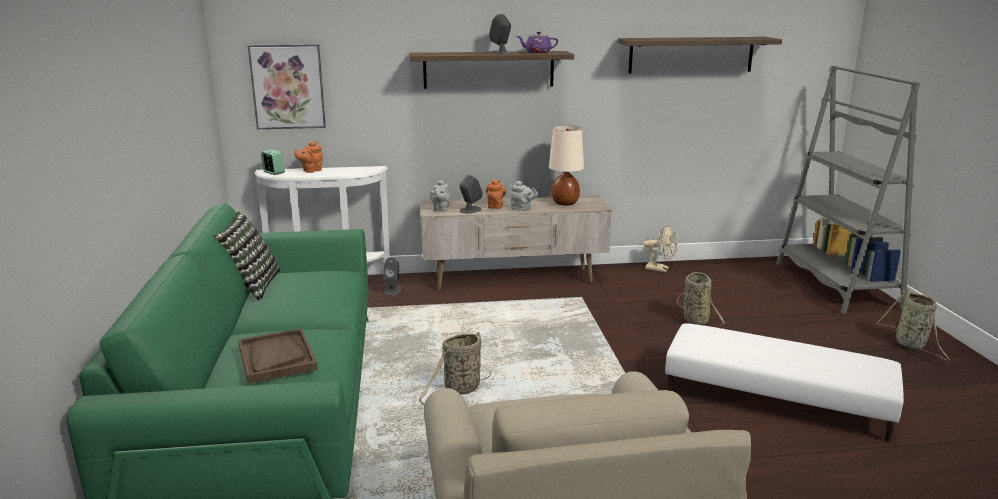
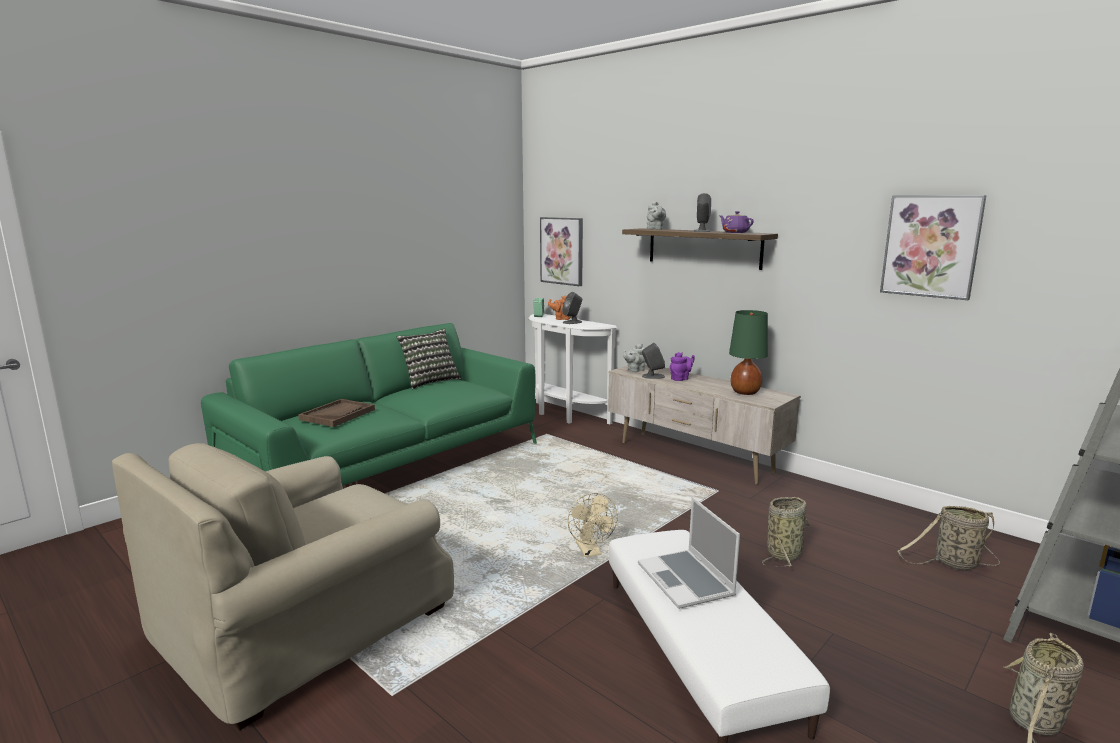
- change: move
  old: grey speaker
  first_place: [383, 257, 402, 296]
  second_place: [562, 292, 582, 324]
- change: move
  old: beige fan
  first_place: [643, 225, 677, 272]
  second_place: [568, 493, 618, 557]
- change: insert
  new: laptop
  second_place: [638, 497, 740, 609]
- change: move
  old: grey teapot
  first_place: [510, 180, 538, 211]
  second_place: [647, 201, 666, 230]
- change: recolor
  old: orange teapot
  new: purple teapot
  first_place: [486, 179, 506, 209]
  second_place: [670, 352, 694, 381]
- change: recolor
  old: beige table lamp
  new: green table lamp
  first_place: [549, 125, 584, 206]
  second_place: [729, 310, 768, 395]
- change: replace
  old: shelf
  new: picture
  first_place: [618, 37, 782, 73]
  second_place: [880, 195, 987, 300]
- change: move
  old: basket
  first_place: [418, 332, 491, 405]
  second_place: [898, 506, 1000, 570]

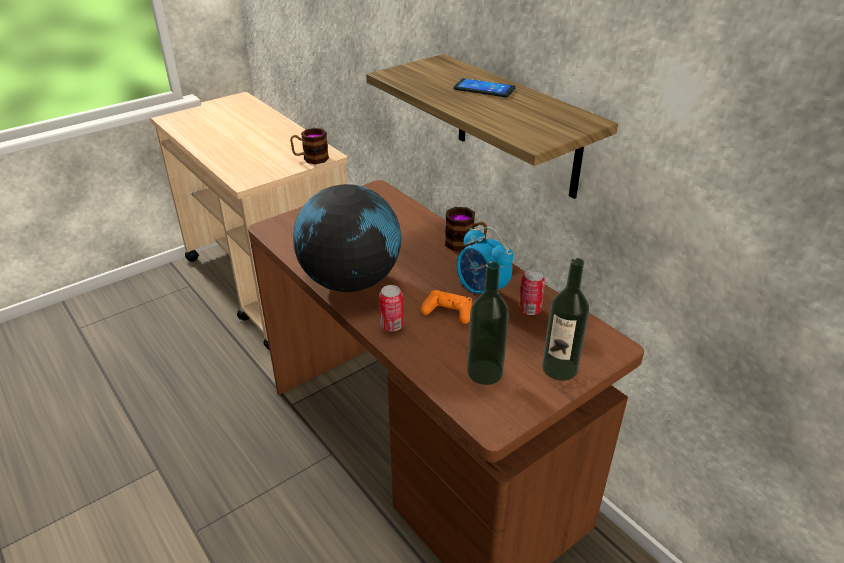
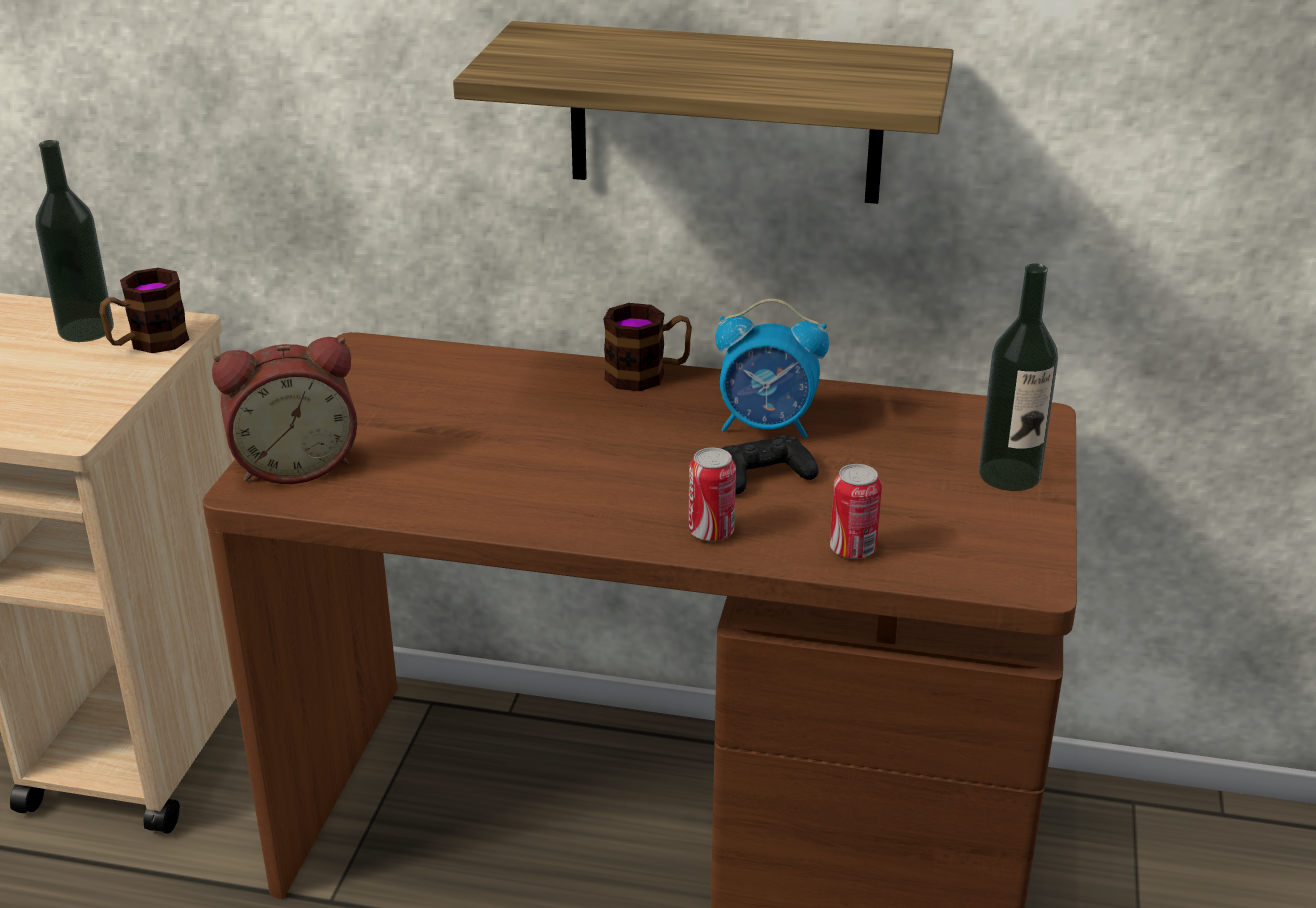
- change: move
  old: bottle
  first_place: [467, 262, 509, 385]
  second_place: [35, 140, 114, 342]
- change: insert
  new: alarm clock
  second_place: [212, 337, 357, 484]
- change: recolor
  old: orange game controller
  new: black game controller
  first_place: [421, 290, 473, 324]
  second_place: [721, 435, 819, 495]
- change: move
  old: can
  first_place: [519, 270, 545, 315]
  second_place: [830, 464, 882, 559]
- change: delete
  old: globe
  first_place: [293, 184, 401, 292]
- change: delete
  old: phone
  first_place: [453, 78, 515, 97]

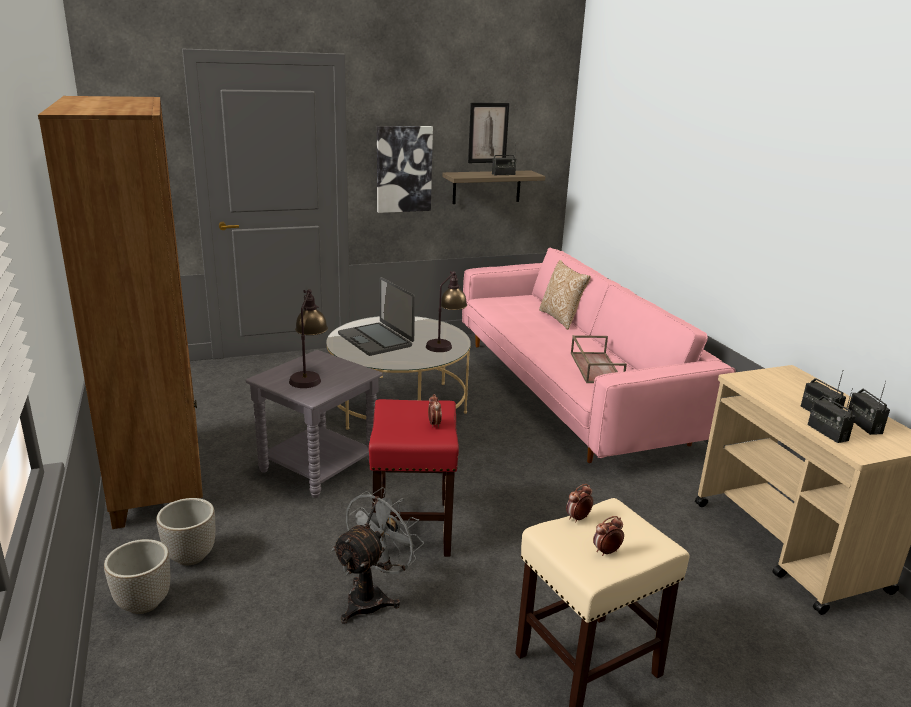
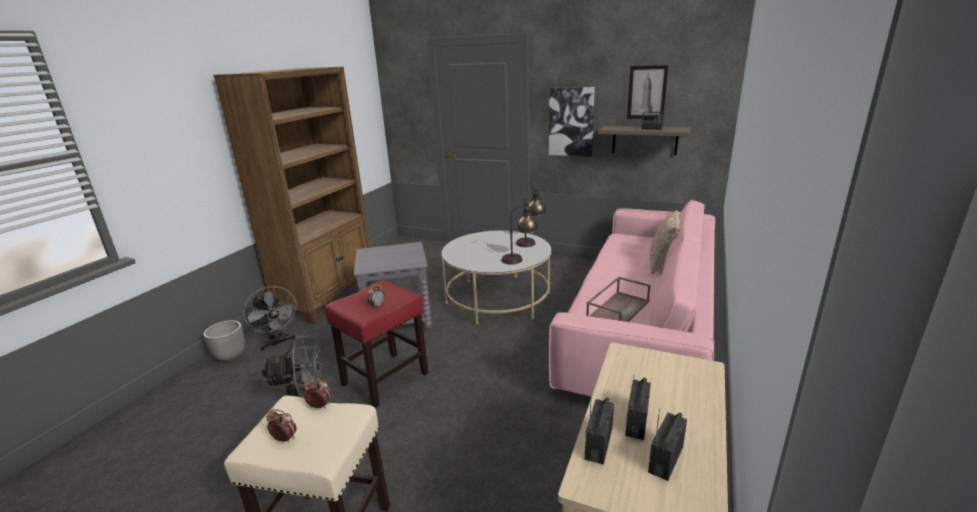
- change: replace
  old: planter
  new: grey fan
  first_place: [156, 498, 215, 565]
  second_place: [243, 286, 298, 351]
- change: move
  old: table lamp
  first_place: [289, 289, 328, 388]
  second_place: [516, 187, 547, 247]
- change: delete
  old: laptop
  first_place: [338, 277, 415, 356]

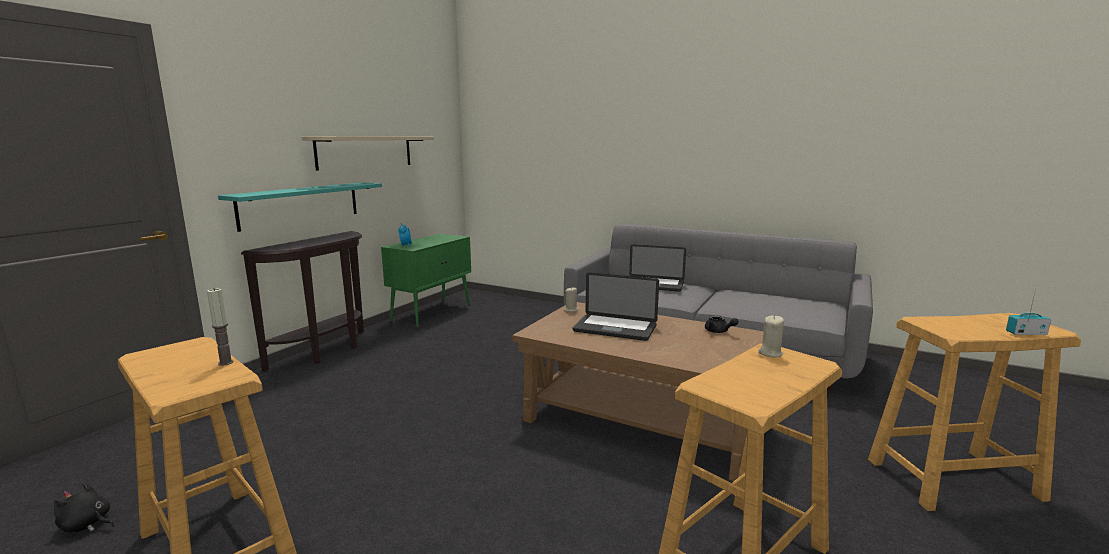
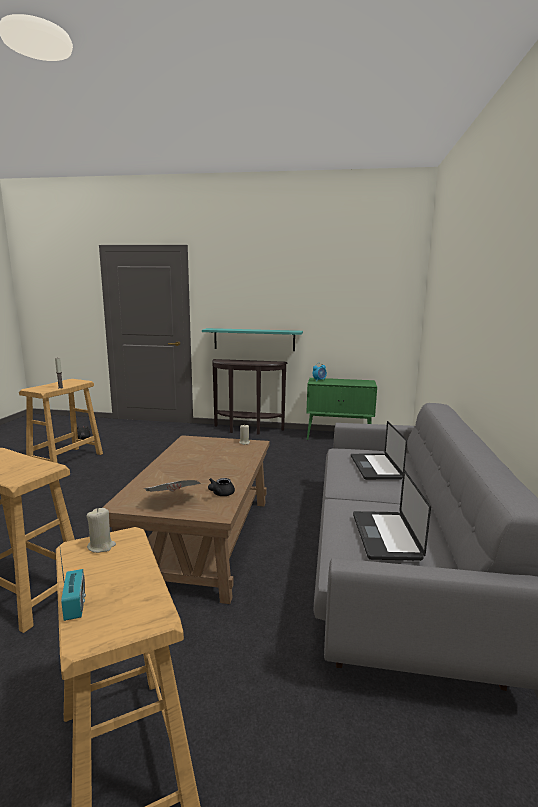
- change: move
  old: beige candle
  first_place: [758, 315, 784, 357]
  second_place: [86, 508, 116, 553]
- change: insert
  new: newspaper
  second_place: [144, 480, 201, 492]
- change: move
  old: laptop
  first_place: [573, 273, 659, 341]
  second_place: [353, 469, 431, 561]
- change: delete
  old: beige shelf
  first_place: [301, 136, 434, 171]

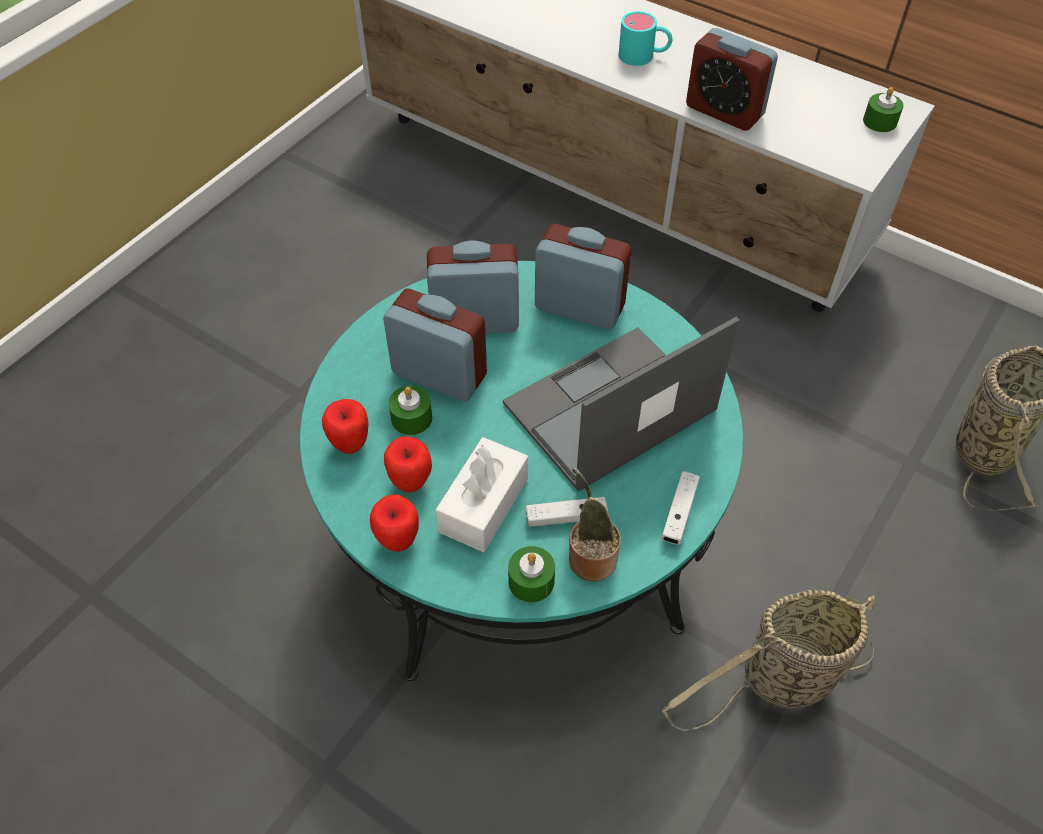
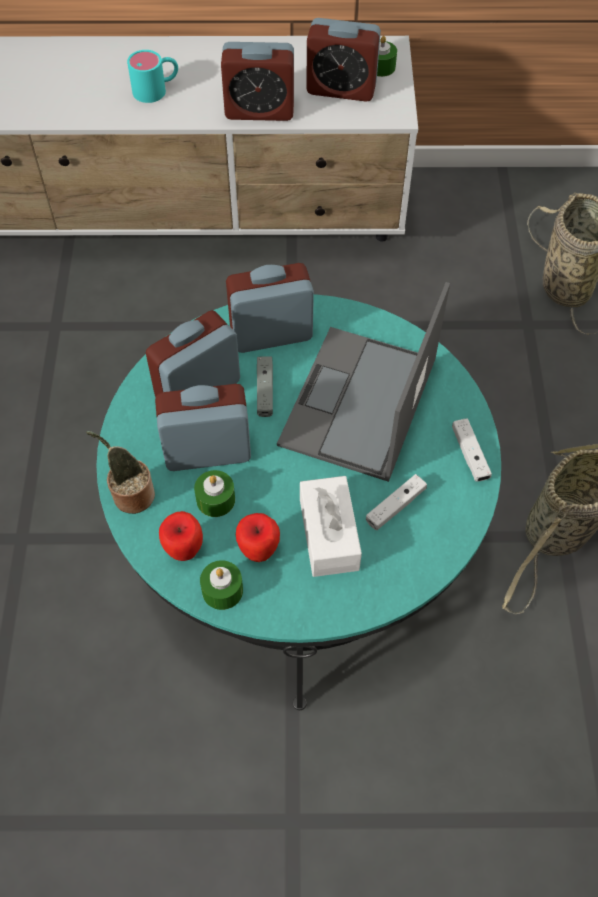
- change: move
  old: potted plant
  first_place: [569, 468, 621, 581]
  second_place: [86, 431, 155, 514]
- change: move
  old: green candle
  first_place: [508, 546, 555, 602]
  second_place: [200, 560, 243, 610]
- change: insert
  new: grey game controller
  second_place: [257, 356, 273, 417]
- change: insert
  new: alarm clock
  second_place: [306, 18, 381, 102]
- change: delete
  old: apple
  first_place: [370, 495, 419, 552]

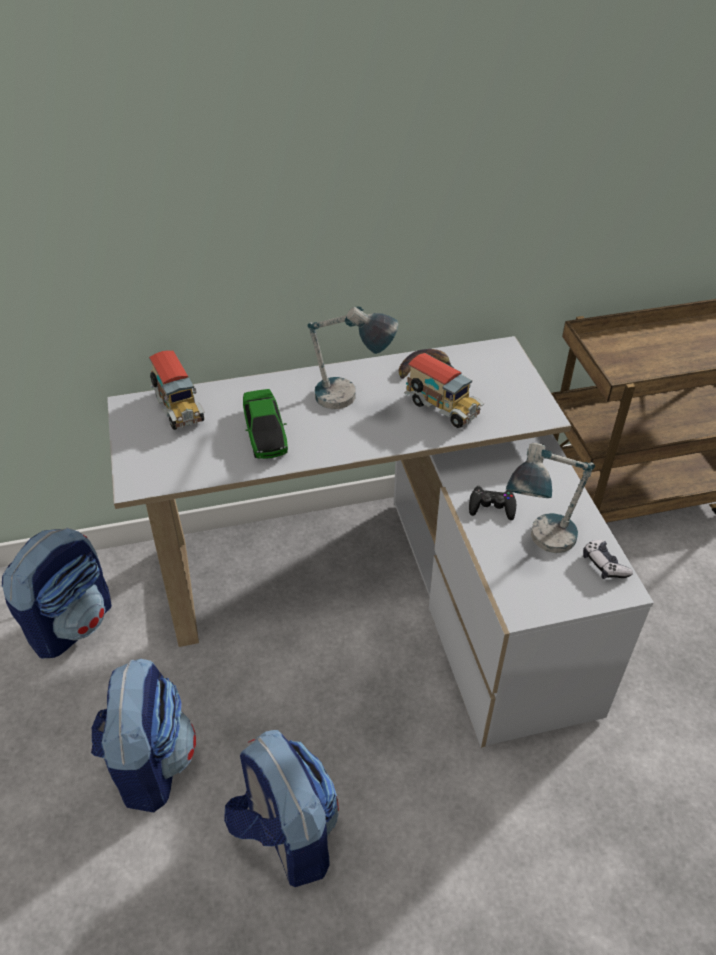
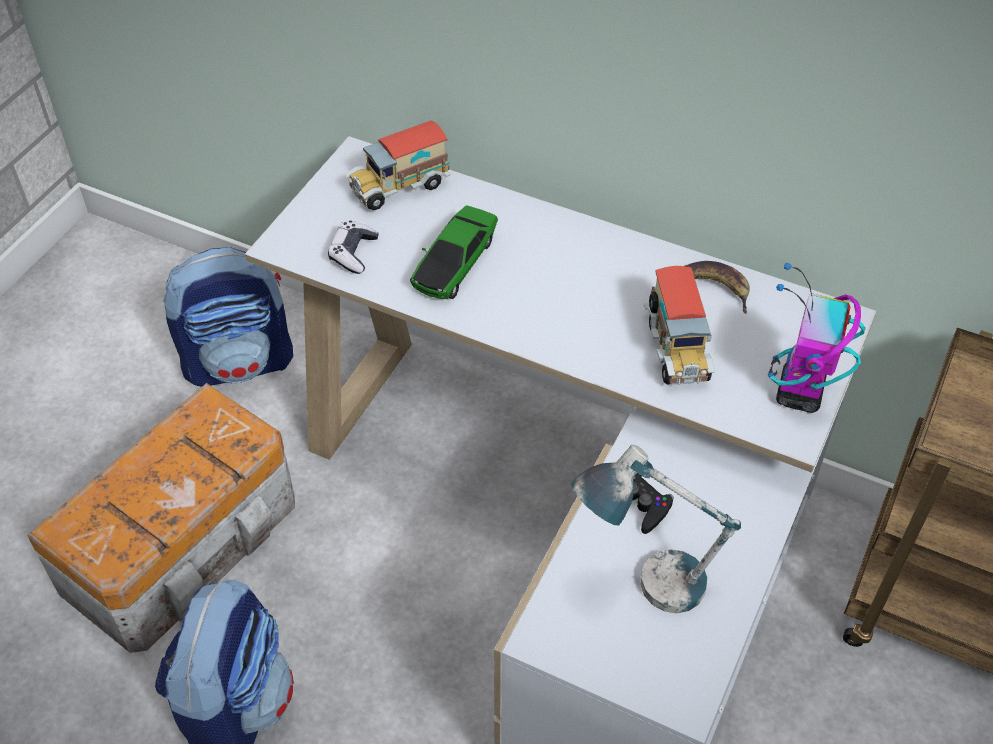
- change: replace
  old: backpack
  new: storage box
  first_place: [91, 659, 196, 812]
  second_place: [28, 383, 295, 653]
- change: move
  old: game controller
  first_place: [583, 540, 633, 579]
  second_place: [328, 221, 379, 274]
- change: rotate
  old: toy truck
  first_place: [149, 351, 204, 430]
  second_place: [345, 120, 450, 210]
  degrees: 45
- change: insert
  new: toy robot
  second_place: [768, 263, 866, 413]
- change: delete
  old: table lamp
  first_place: [307, 307, 398, 409]

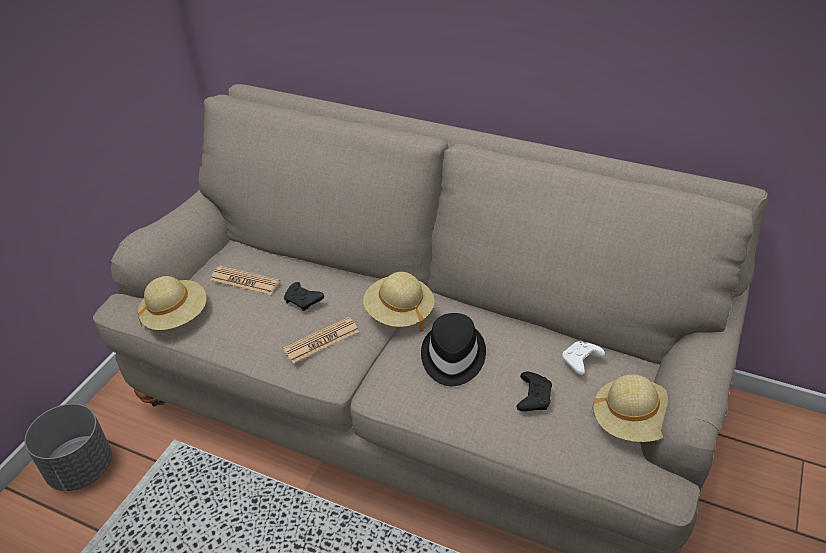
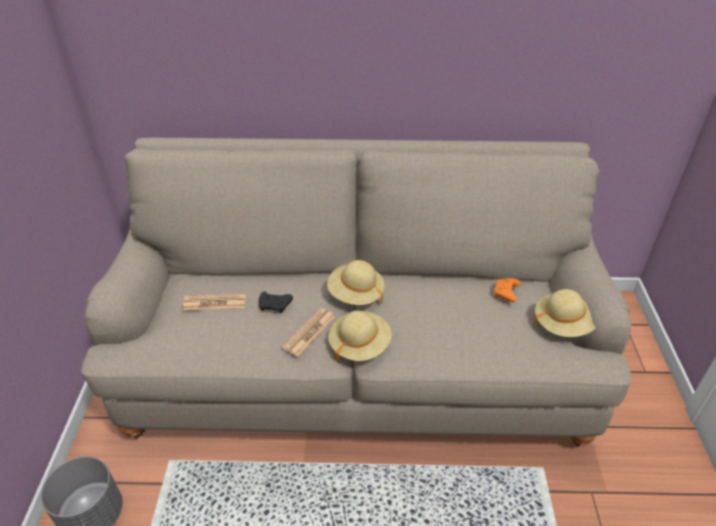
- change: move
  old: beige hat
  first_place: [138, 276, 206, 330]
  second_place: [328, 311, 392, 363]
- change: recolor
  old: white game controller
  new: orange game controller
  first_place: [562, 341, 605, 375]
  second_place: [494, 278, 521, 302]
- change: delete
  old: black hat
  first_place: [421, 313, 486, 386]
- change: delete
  old: black game controller
  first_place: [516, 372, 552, 411]

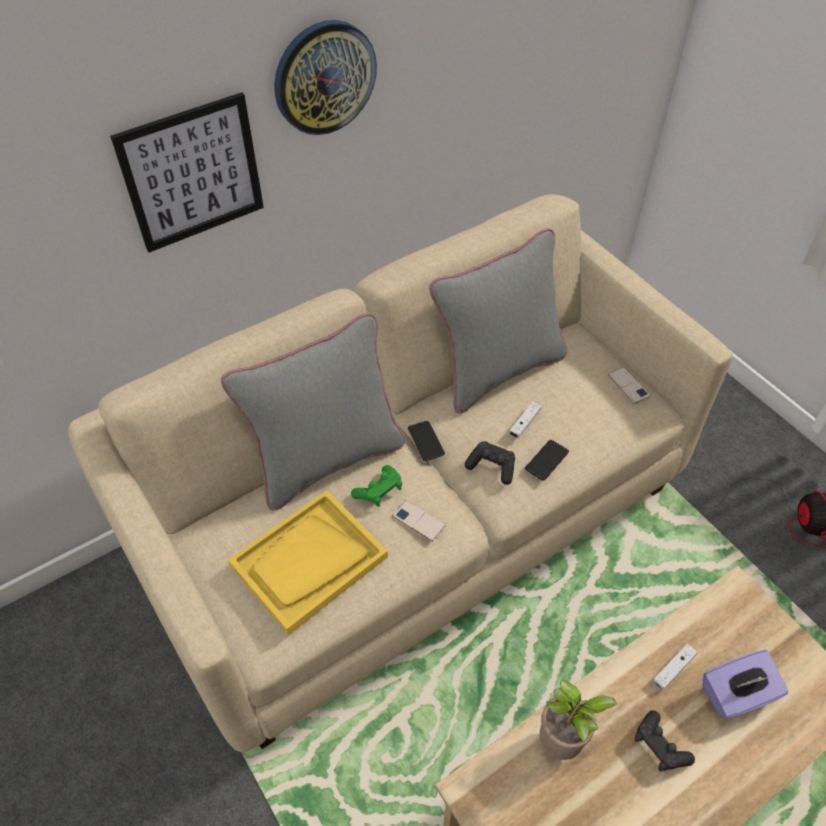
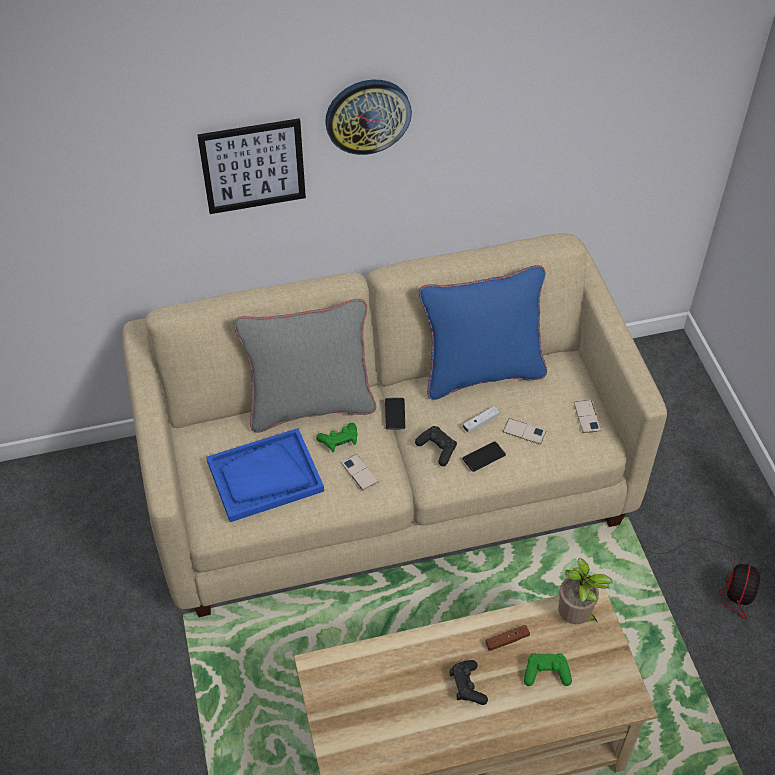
- change: recolor
  old: yellow tray
  new: blue tray
  first_place: [228, 490, 388, 635]
  second_place: [206, 428, 324, 522]
- change: recolor
  old: grey pillow
  new: blue pillow
  first_place: [429, 228, 567, 414]
  second_place: [419, 265, 547, 400]
- change: recolor
  old: white game controller
  new: brown game controller
  first_place: [652, 644, 698, 691]
  second_place: [485, 625, 530, 651]
- change: insert
  new: phone
  second_place: [503, 418, 546, 444]
- change: replace
  old: purple tissue box
  new: green game controller
  first_place: [703, 649, 788, 720]
  second_place: [524, 653, 572, 686]
- change: move
  old: potted plant
  first_place: [539, 679, 617, 760]
  second_place: [558, 558, 613, 624]

